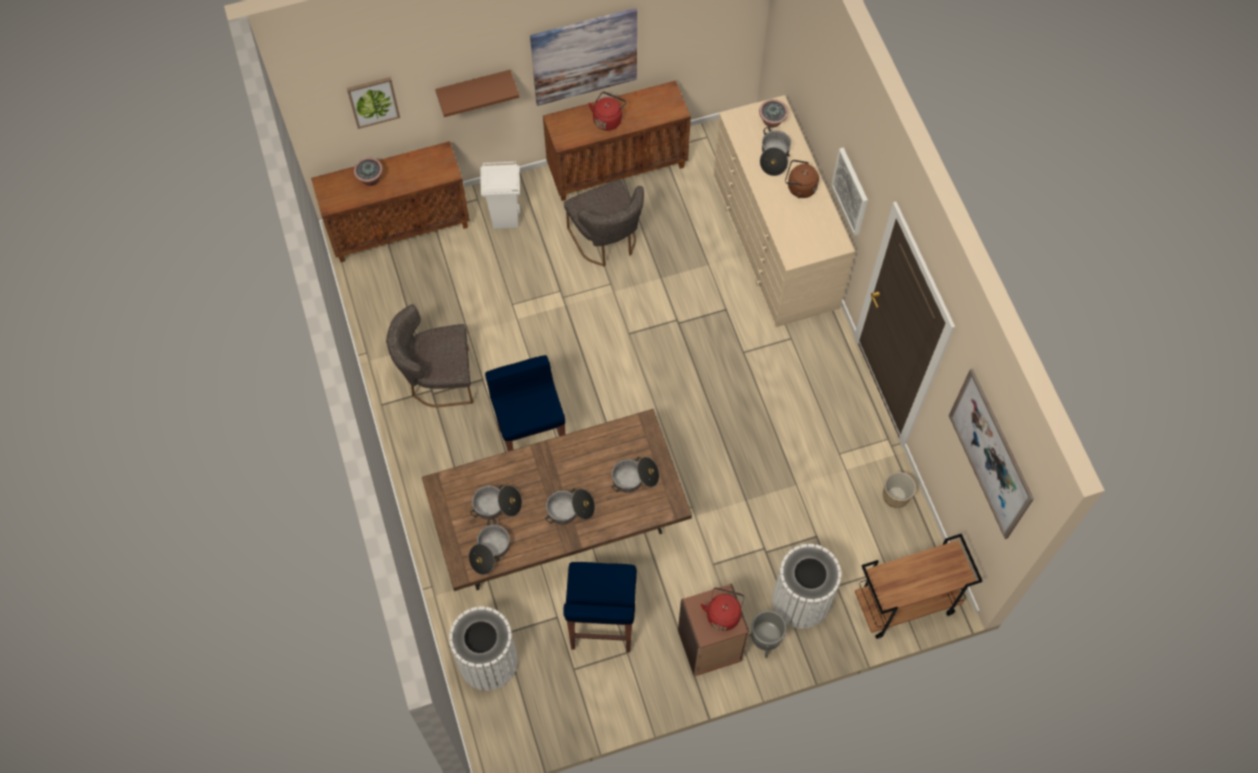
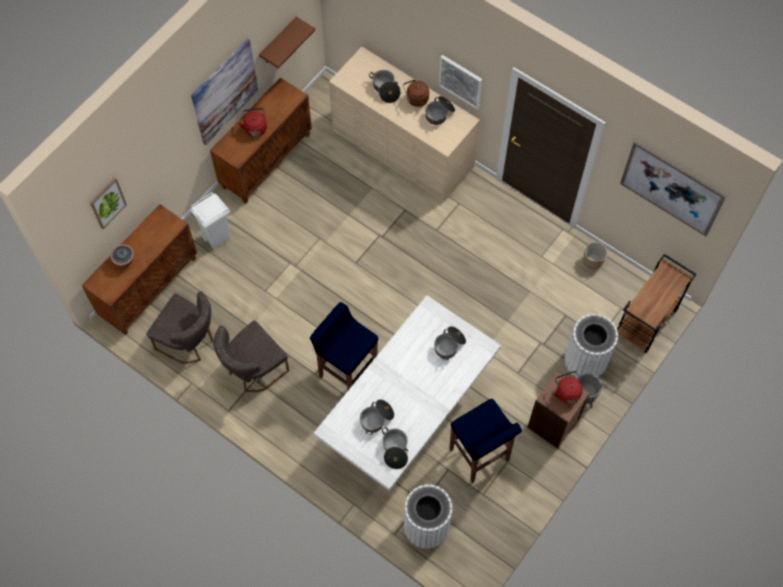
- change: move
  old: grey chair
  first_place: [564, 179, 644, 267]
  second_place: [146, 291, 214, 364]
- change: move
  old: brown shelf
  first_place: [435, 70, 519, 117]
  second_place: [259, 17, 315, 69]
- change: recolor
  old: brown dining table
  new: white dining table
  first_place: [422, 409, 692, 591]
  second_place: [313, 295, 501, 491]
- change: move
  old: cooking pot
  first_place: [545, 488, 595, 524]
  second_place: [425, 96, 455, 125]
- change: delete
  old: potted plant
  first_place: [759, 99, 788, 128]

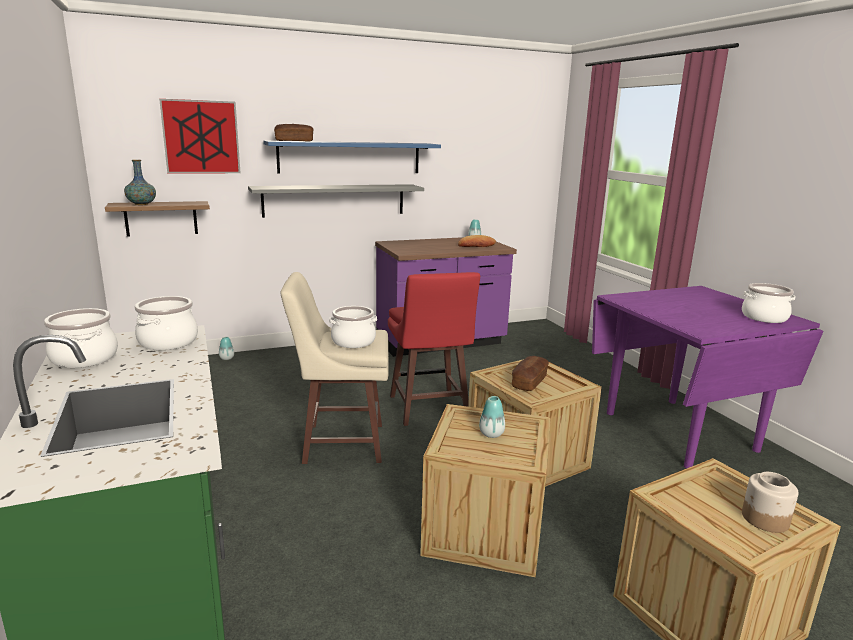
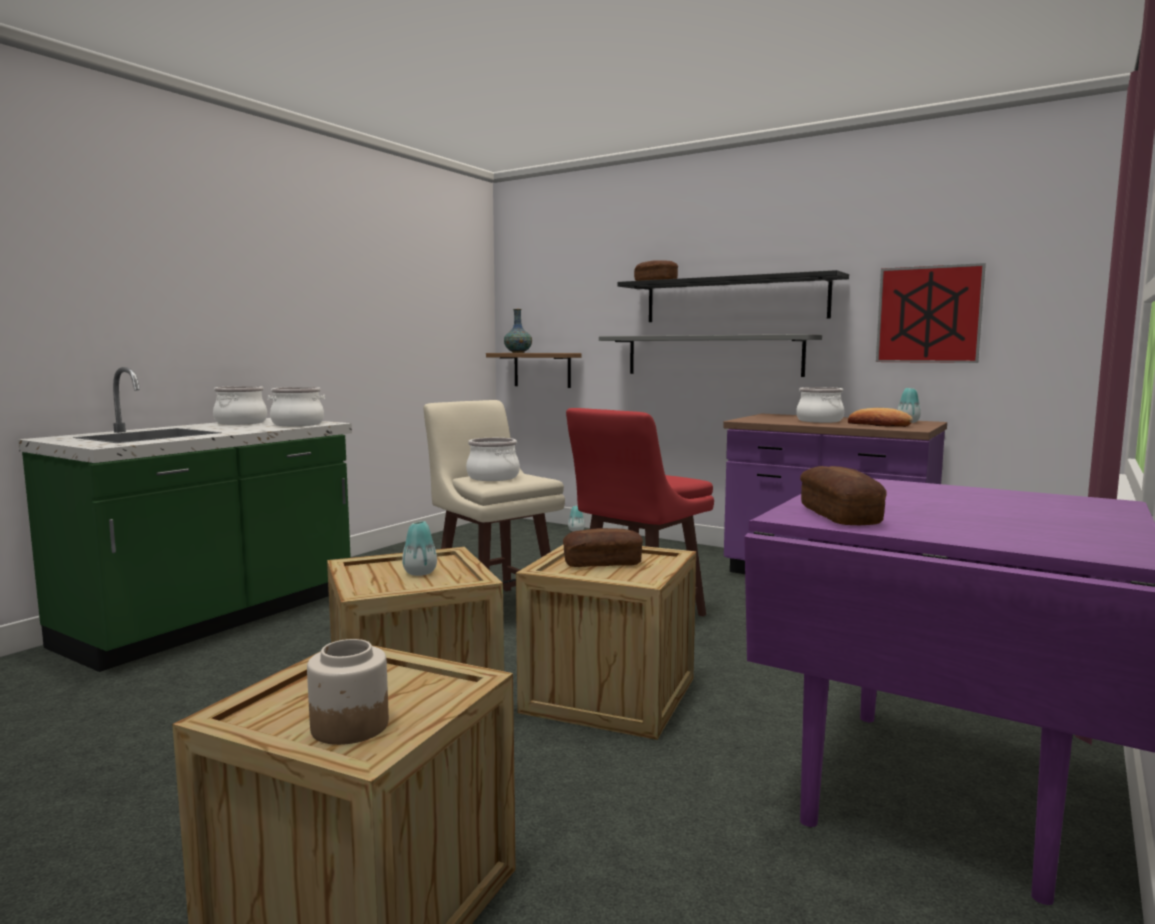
- change: recolor
  old: blue shelf
  new: black shelf
  first_place: [263, 141, 441, 174]
  second_place: [617, 270, 849, 322]
- change: move
  old: cooking pot
  first_place: [742, 283, 796, 323]
  second_place: [796, 387, 844, 423]
- change: insert
  new: bread
  second_place: [800, 466, 887, 525]
- change: move
  old: picture
  first_place: [159, 99, 240, 174]
  second_place: [876, 263, 986, 363]

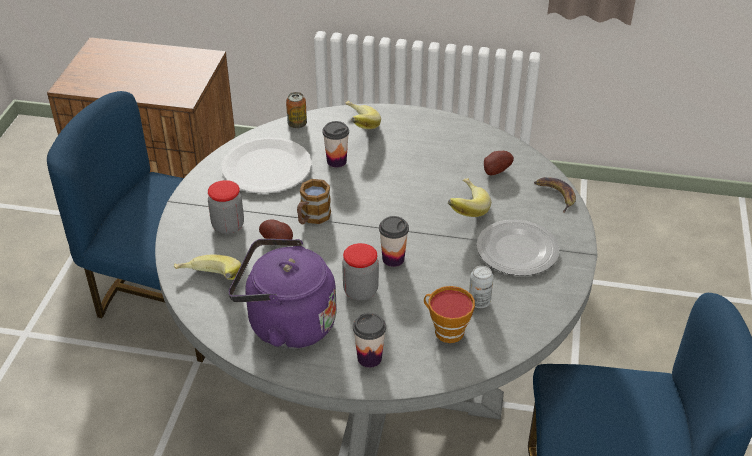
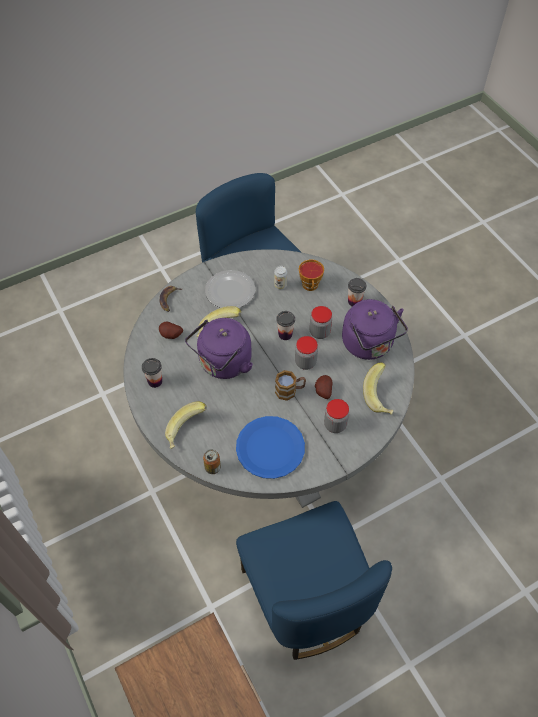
- change: move
  old: cup
  first_place: [322, 121, 349, 168]
  second_place: [142, 358, 162, 388]
- change: insert
  new: purple kettle
  second_place: [185, 318, 253, 379]
- change: recolor
  old: white plate
  new: blue plate
  first_place: [221, 137, 312, 194]
  second_place: [236, 416, 305, 479]
- change: insert
  new: jar
  second_place: [295, 336, 318, 370]

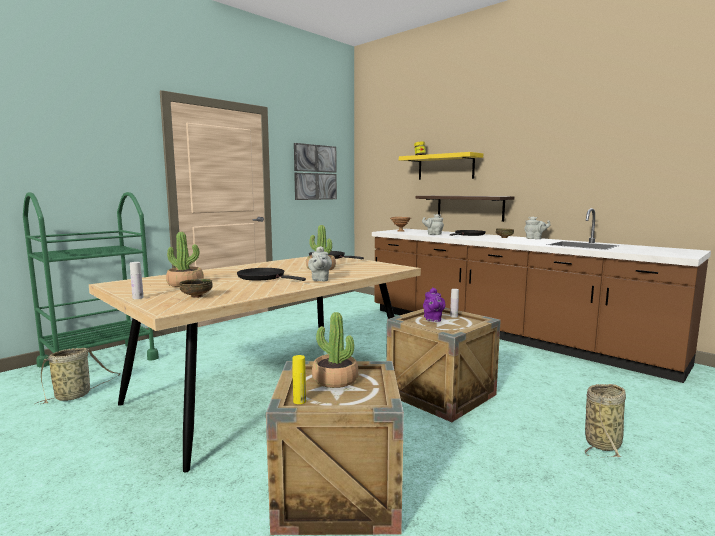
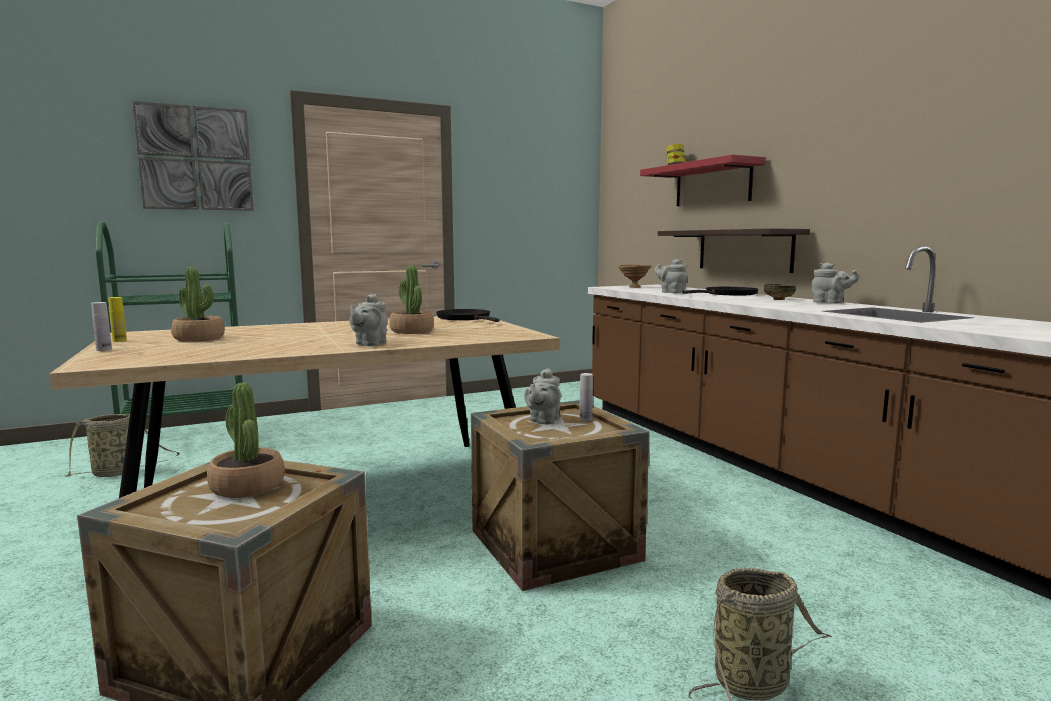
- change: move
  old: yellow bottle
  first_place: [292, 355, 306, 404]
  second_place: [108, 297, 127, 342]
- change: move
  old: picture
  first_place: [294, 143, 337, 200]
  second_place: [132, 101, 254, 211]
- change: recolor
  old: purple teapot
  new: grey teapot
  first_place: [423, 287, 445, 322]
  second_place: [524, 368, 561, 425]
- change: recolor
  old: yellow shelf
  new: red shelf
  first_place: [399, 152, 483, 180]
  second_place: [640, 154, 766, 206]
- change: delete
  old: bowl
  first_place: [179, 279, 213, 298]
- change: delete
  old: black frying pan
  first_place: [237, 268, 306, 281]

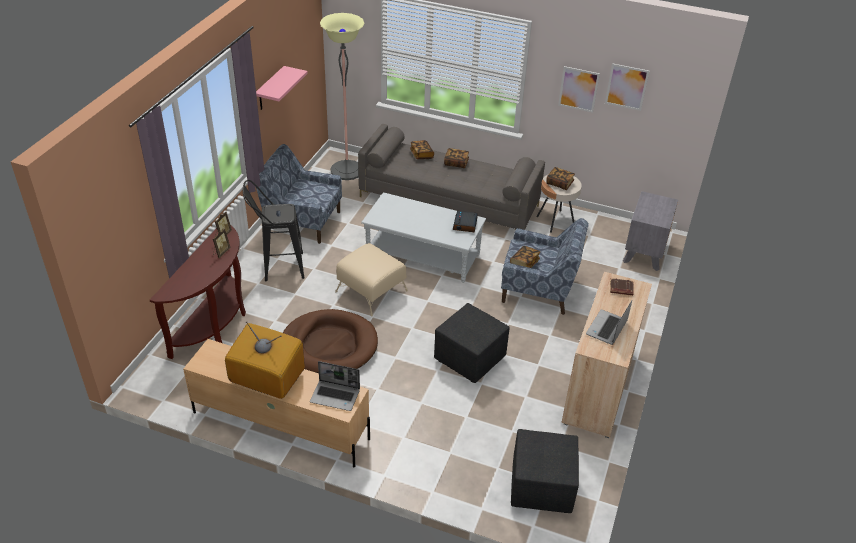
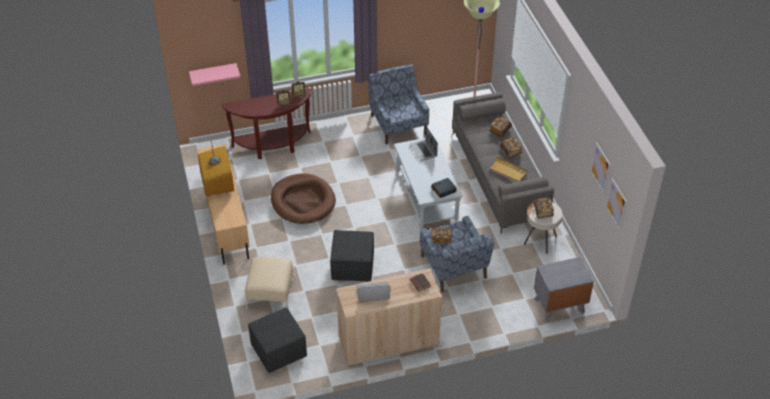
- change: move
  old: pink shelf
  first_place: [256, 66, 308, 110]
  second_place: [189, 63, 240, 86]
- change: move
  old: beige ottoman
  first_place: [335, 243, 408, 317]
  second_place: [245, 257, 296, 310]
- change: move
  old: laptop
  first_place: [310, 361, 360, 411]
  second_place: [410, 127, 438, 161]
- change: insert
  new: beige tray
  second_place: [488, 157, 528, 182]
- change: move
  old: picture
  first_place: [558, 66, 600, 113]
  second_place: [606, 178, 627, 230]
- change: delete
  old: black stool
  first_place: [243, 180, 305, 281]

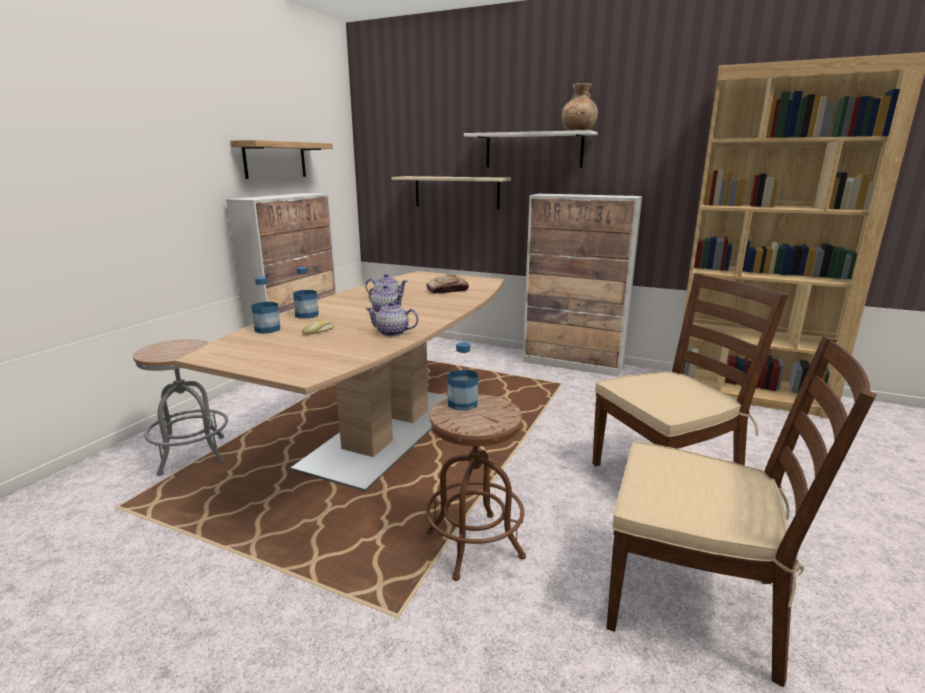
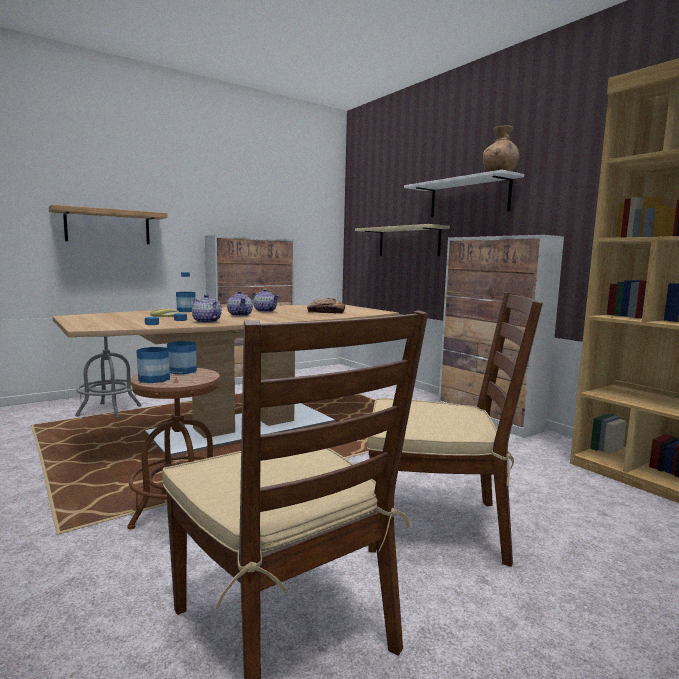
- change: move
  old: shelf
  first_place: [230, 140, 333, 179]
  second_place: [49, 204, 168, 244]
- change: move
  old: bottle
  first_place: [251, 277, 280, 334]
  second_place: [136, 317, 170, 383]

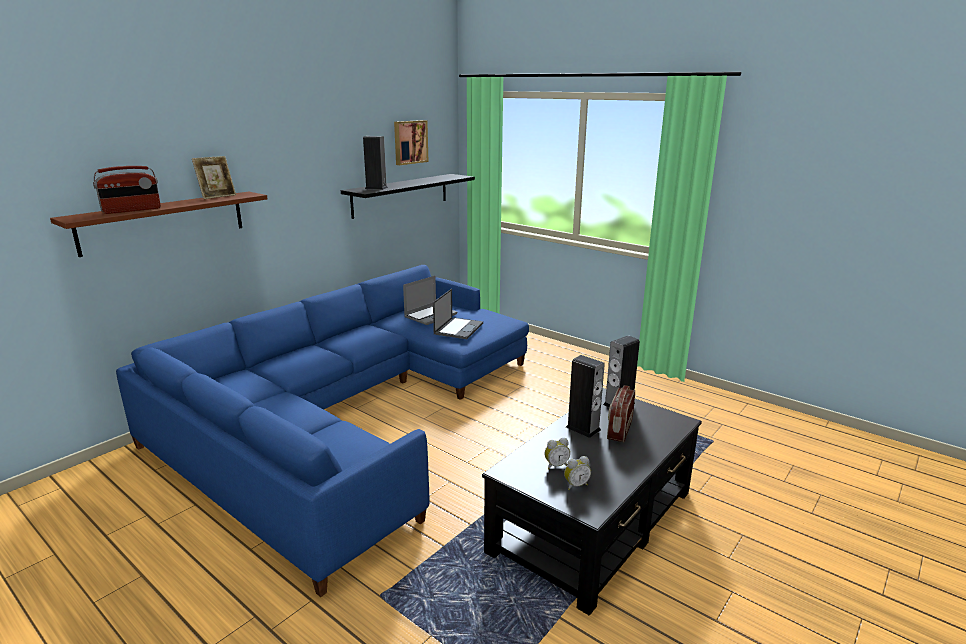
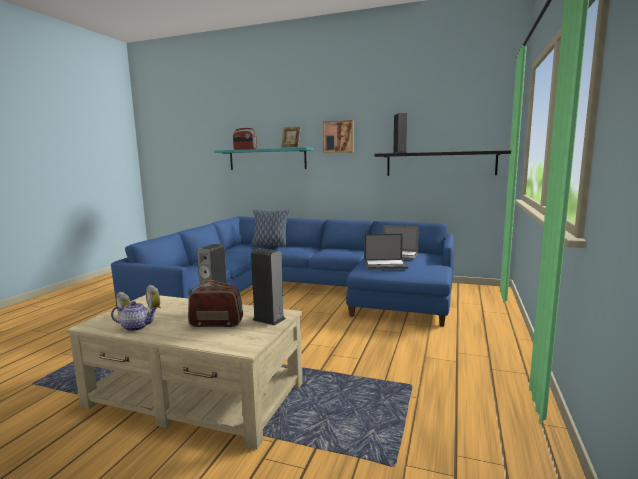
- change: recolor
  old: black coffee table
  new: beige coffee table
  first_place: [482, 388, 702, 616]
  second_place: [66, 295, 303, 450]
- change: insert
  new: teapot
  second_place: [111, 301, 157, 331]
- change: recolor
  old: brown shelf
  new: turquoise shelf
  first_place: [50, 191, 268, 257]
  second_place: [214, 148, 313, 170]
- change: insert
  new: pillow
  second_place: [251, 210, 289, 247]
- change: move
  old: picture
  first_place: [394, 120, 429, 165]
  second_place: [323, 120, 354, 153]

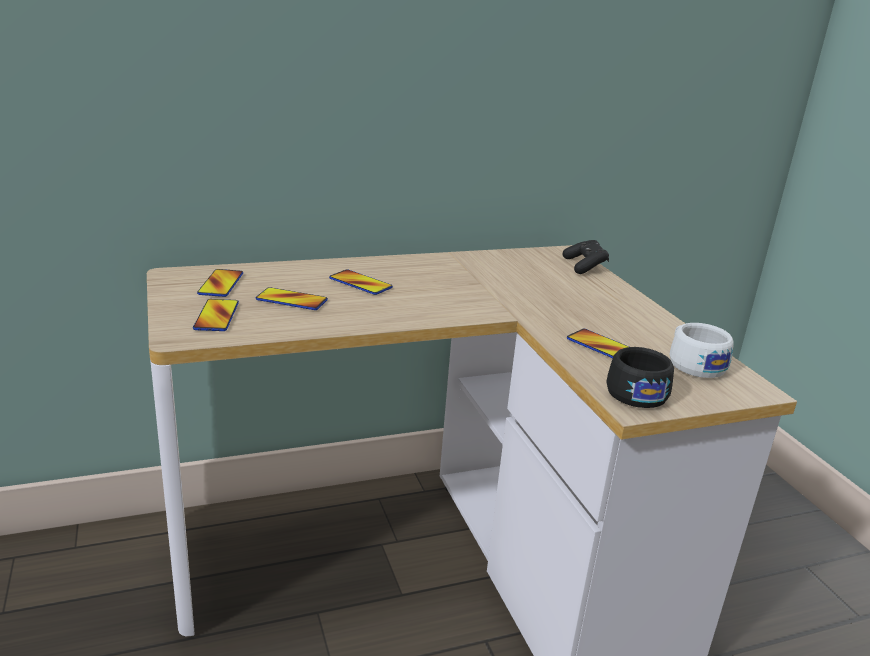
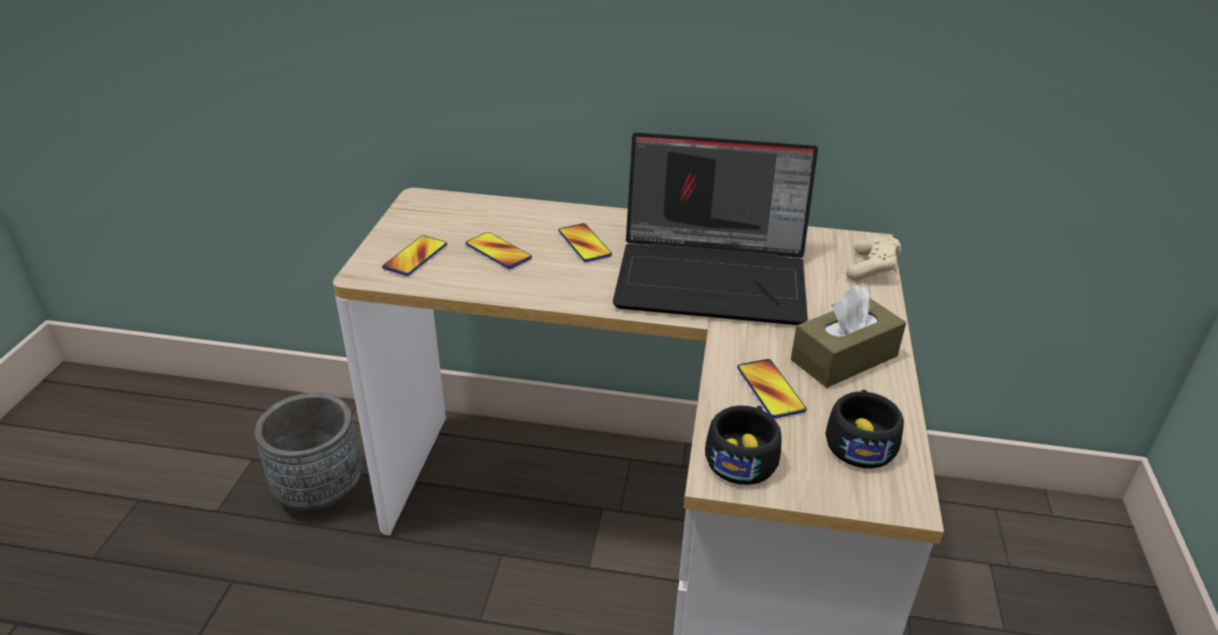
- change: insert
  new: grey planter
  second_place: [254, 393, 362, 515]
- change: insert
  new: laptop
  second_place: [613, 133, 818, 325]
- change: insert
  new: brown tissue box
  second_place: [791, 285, 906, 388]
- change: recolor
  old: white cup
  new: black cup
  first_place: [670, 323, 734, 378]
  second_place: [825, 390, 904, 468]
- change: recolor
  old: black game controller
  new: beige game controller
  first_place: [563, 240, 609, 274]
  second_place: [846, 238, 901, 281]
- change: delete
  old: phone
  first_place: [197, 269, 243, 297]

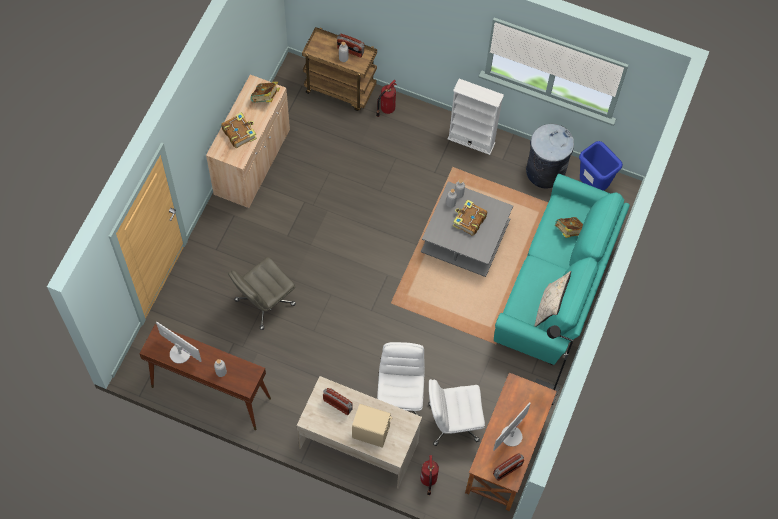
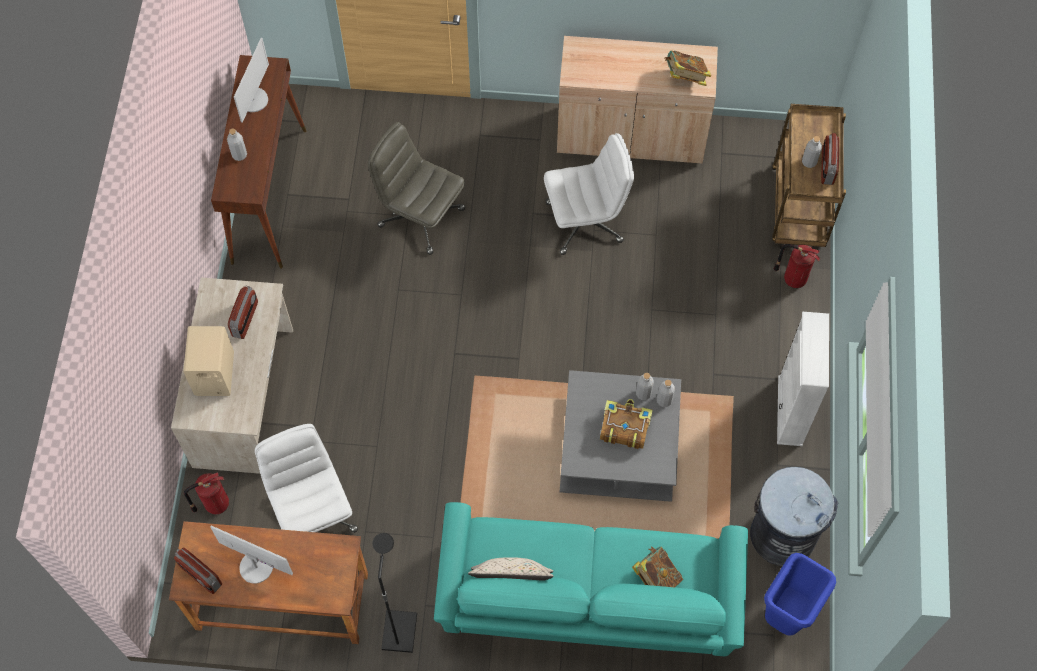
- change: move
  old: white office chair
  first_place: [377, 342, 425, 420]
  second_place: [544, 133, 634, 255]
- change: delete
  old: book
  first_place: [221, 112, 257, 148]

